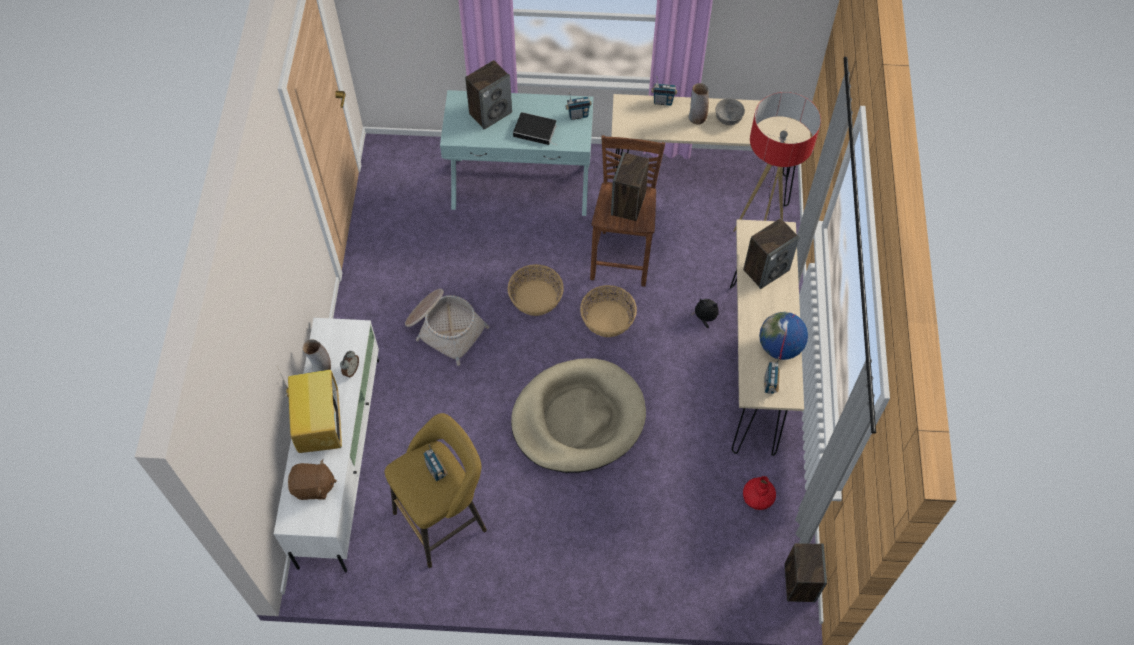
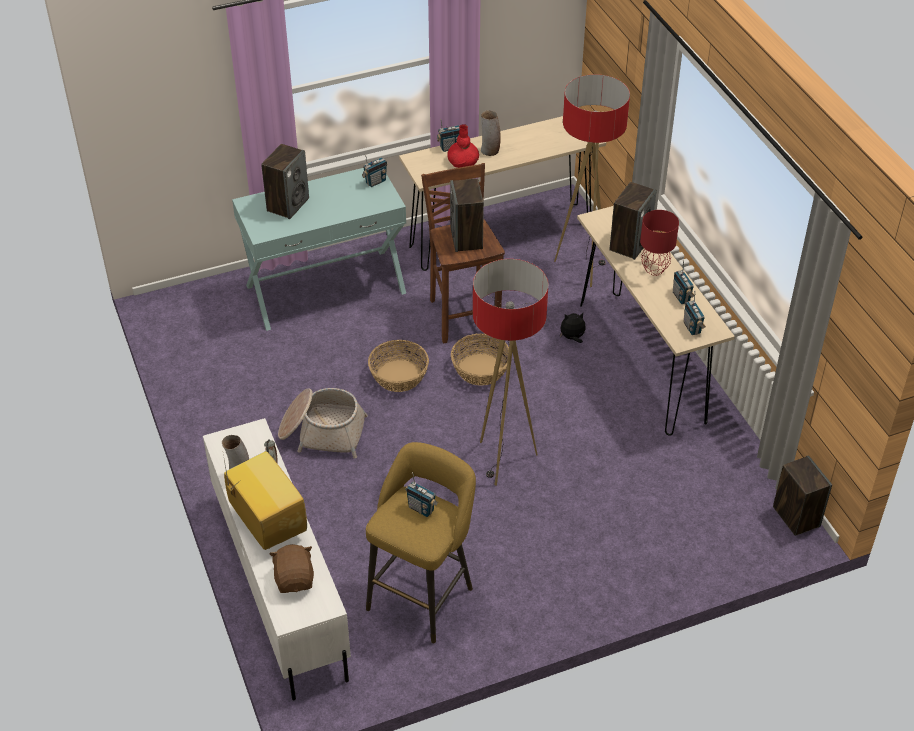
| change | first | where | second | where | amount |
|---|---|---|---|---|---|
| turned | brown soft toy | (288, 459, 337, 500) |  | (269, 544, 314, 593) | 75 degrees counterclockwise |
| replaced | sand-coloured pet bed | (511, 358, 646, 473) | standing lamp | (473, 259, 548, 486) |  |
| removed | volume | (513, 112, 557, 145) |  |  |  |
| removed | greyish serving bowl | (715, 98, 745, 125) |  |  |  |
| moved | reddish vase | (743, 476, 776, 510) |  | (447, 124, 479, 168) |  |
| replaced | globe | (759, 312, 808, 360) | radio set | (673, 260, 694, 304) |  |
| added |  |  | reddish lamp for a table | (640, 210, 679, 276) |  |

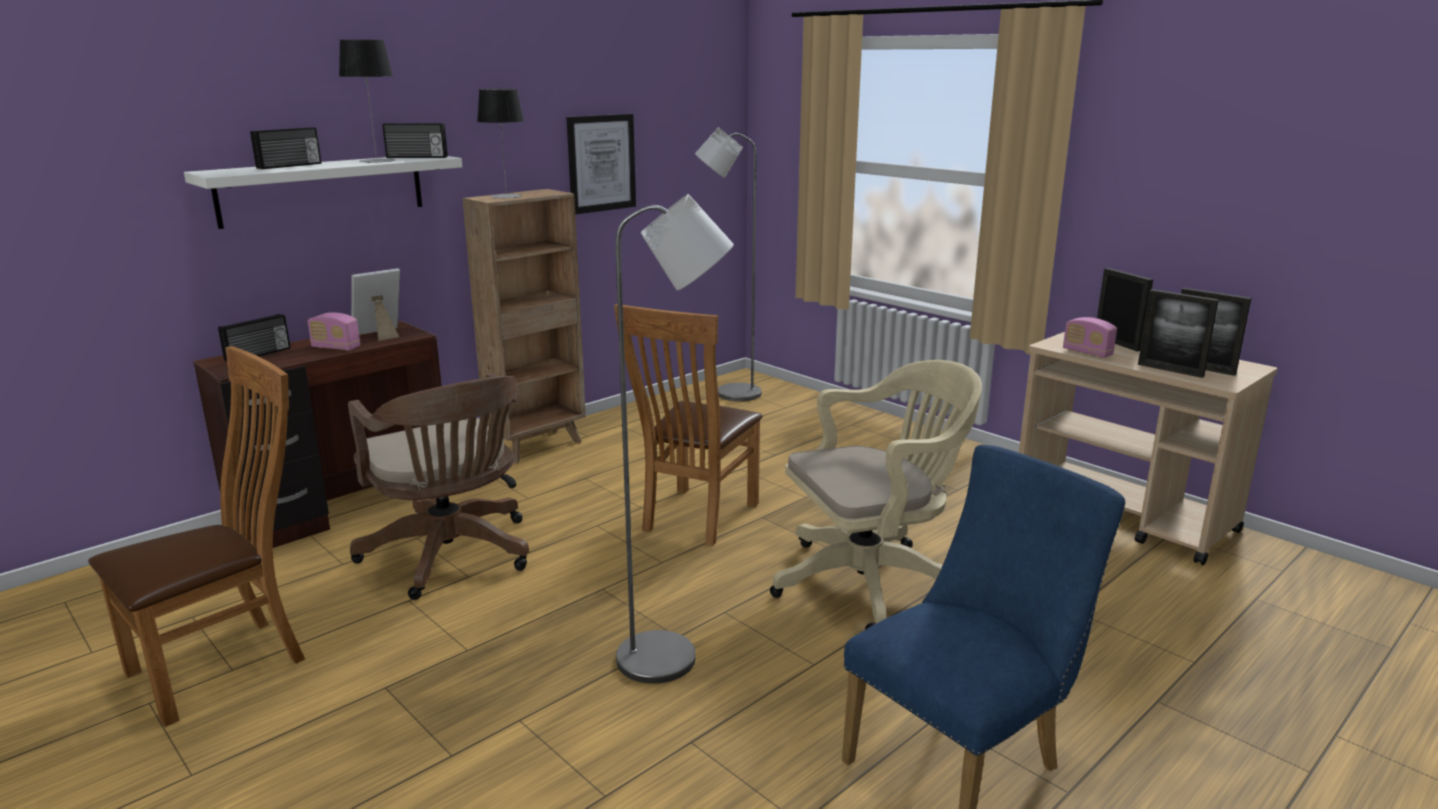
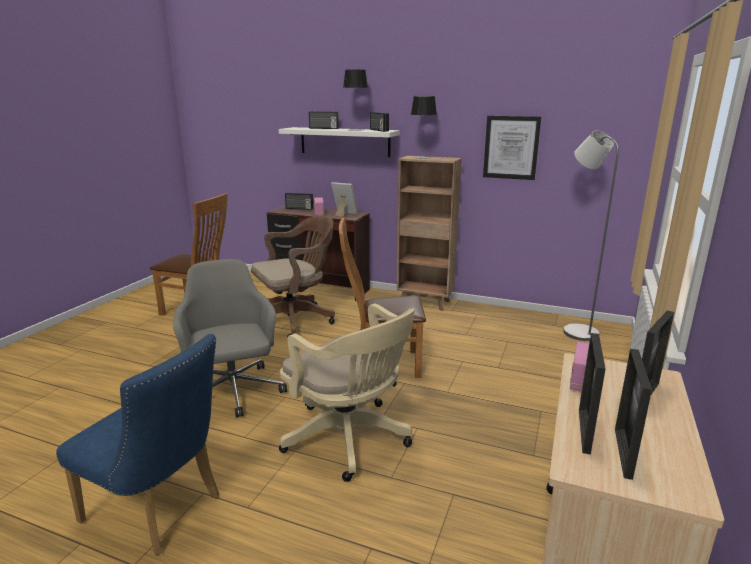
| change | first | where | second | where | amount |
|---|---|---|---|---|---|
| turned | brown computer chair | (348, 373, 529, 600) |  | (251, 216, 335, 338) | 150 degrees counterclockwise |
| replaced | greyish standing lamp | (616, 194, 734, 684) | greyish computer chair | (173, 259, 287, 418) |  |

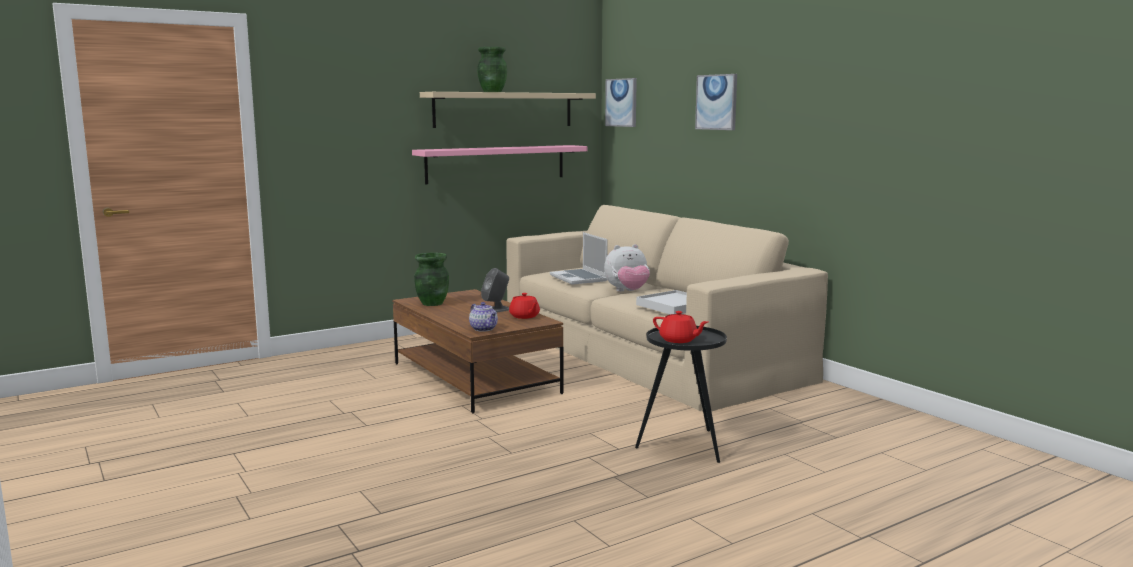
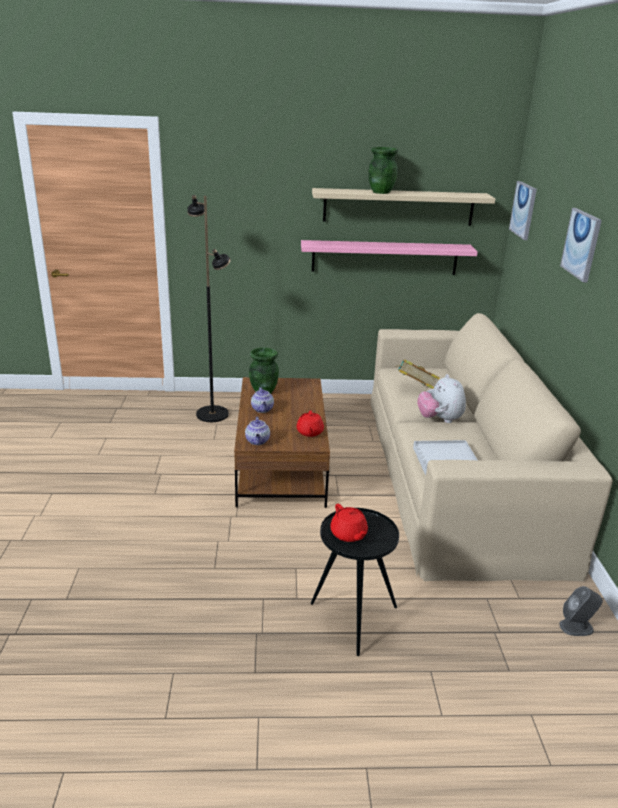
| change | first | where | second | where | amount |
|---|---|---|---|---|---|
| moved | greyish audio speaker | (481, 268, 509, 312) |  | (559, 586, 603, 636) |  |
| replaced | portable computer | (550, 232, 608, 285) | volume | (396, 359, 440, 389) |  |
| turned | soft toy | (604, 244, 650, 292) |  | (417, 374, 466, 423) | 60 degrees clockwise |
| added |  |  | black standing lamp | (188, 195, 231, 422) |  |
| added |  |  | tea pot | (251, 387, 274, 413) |  |

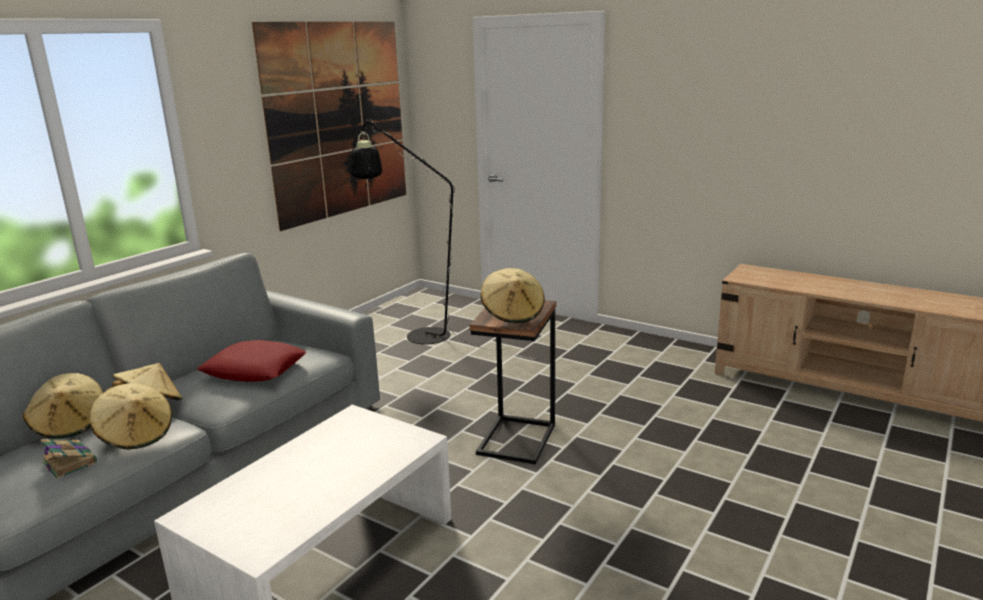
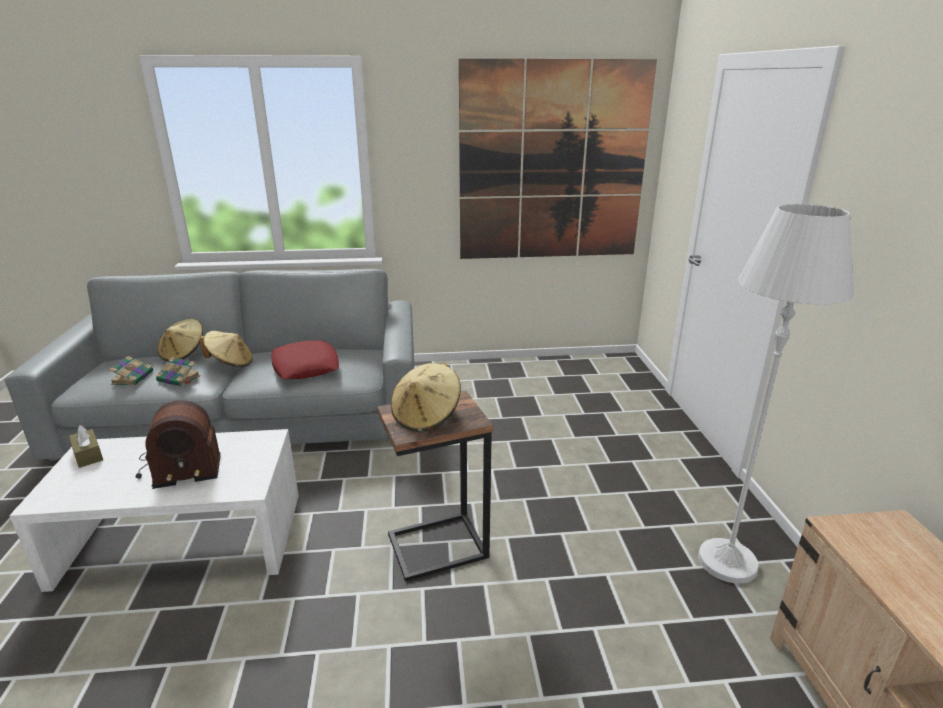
| change | first | where | second | where | amount |
|---|---|---|---|---|---|
| replaced | sand-coloured clothing hat | (90, 383, 172, 449) | volume | (156, 357, 201, 387) |  |
| removed | black standing lamp | (350, 119, 534, 359) |  |  |  |
| added |  |  | brown tissue box | (69, 425, 103, 468) |  |
| added |  |  | radio set | (136, 400, 221, 489) |  |
| added |  |  | whitish standing lamp | (698, 204, 854, 583) |  |

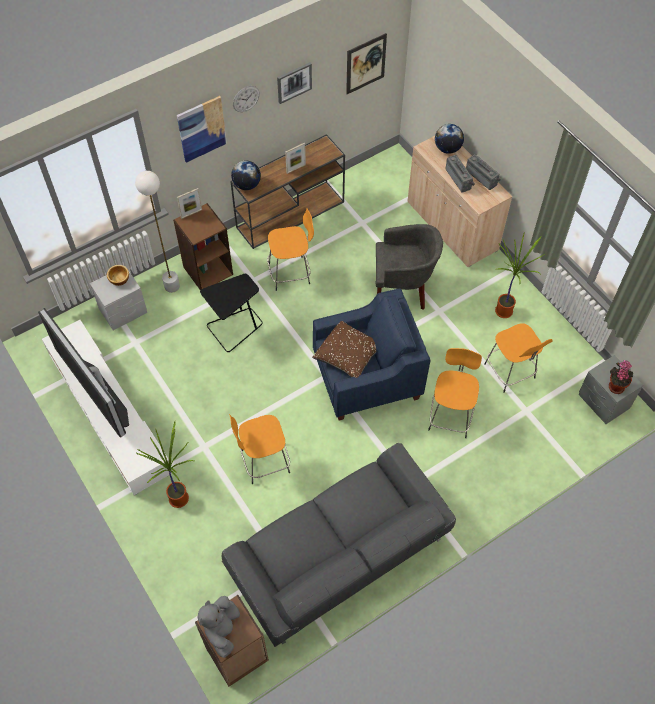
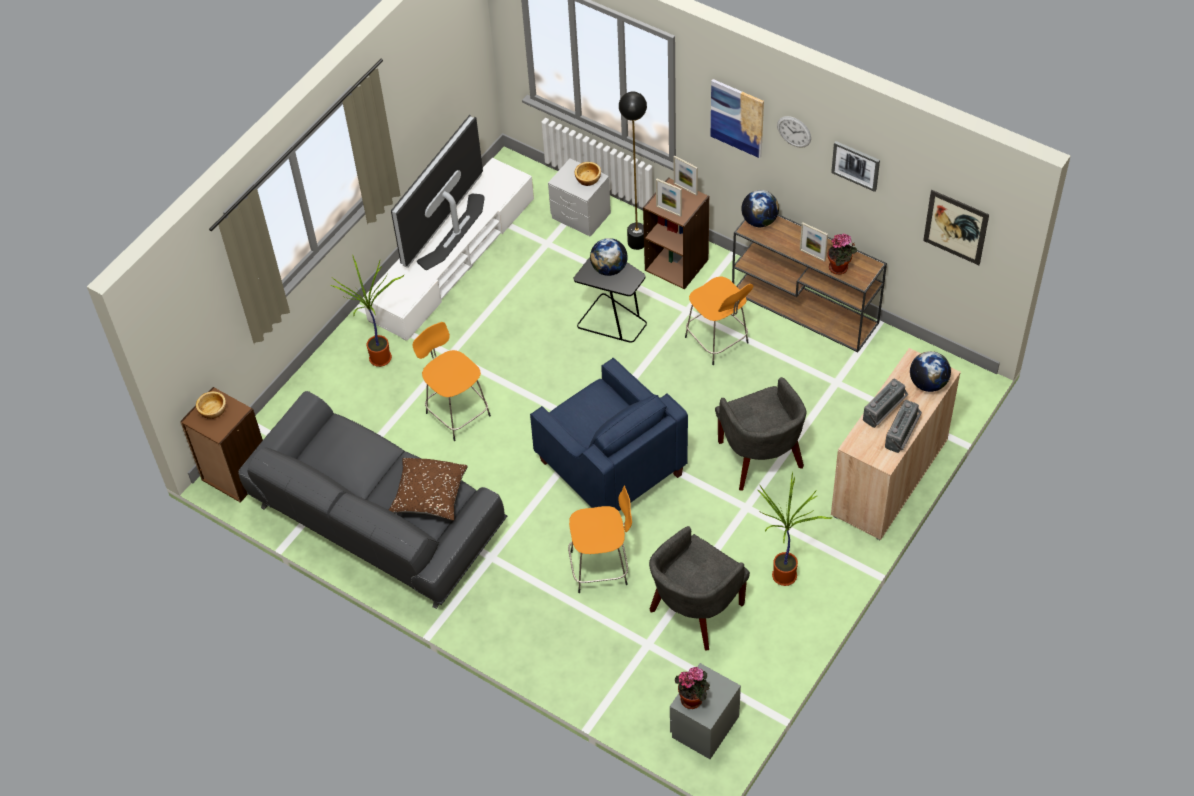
| change | first | where | second | where | amount |
|---|---|---|---|---|---|
| recoloured | whitish standing lamp | (135, 171, 180, 293) | black standing lamp | (619, 92, 647, 250) |  |
| replaced | greyish soft toy | (197, 596, 240, 658) | serving bowl | (196, 391, 226, 419) |  |
| moved | brown cushion | (312, 321, 376, 378) |  | (389, 458, 467, 521) |  |
| replaced | orange-coloured sitting stool | (484, 323, 553, 393) | greyish armchair | (649, 526, 750, 650) |  |
| added |  |  | globe | (590, 238, 628, 276) |  |
| added |  |  | picture frame | (656, 179, 682, 217) |  |
| added |  |  | plant in a pot | (828, 234, 857, 274) |  |

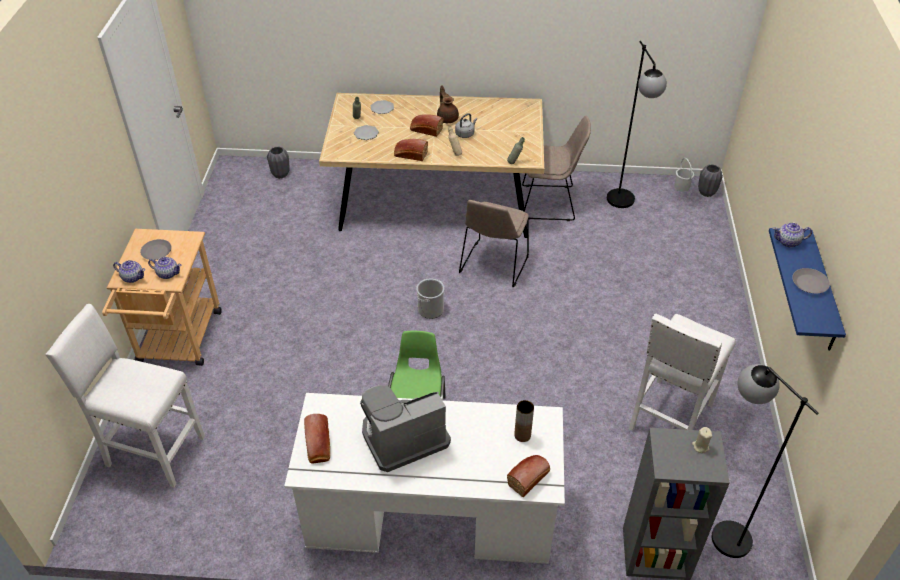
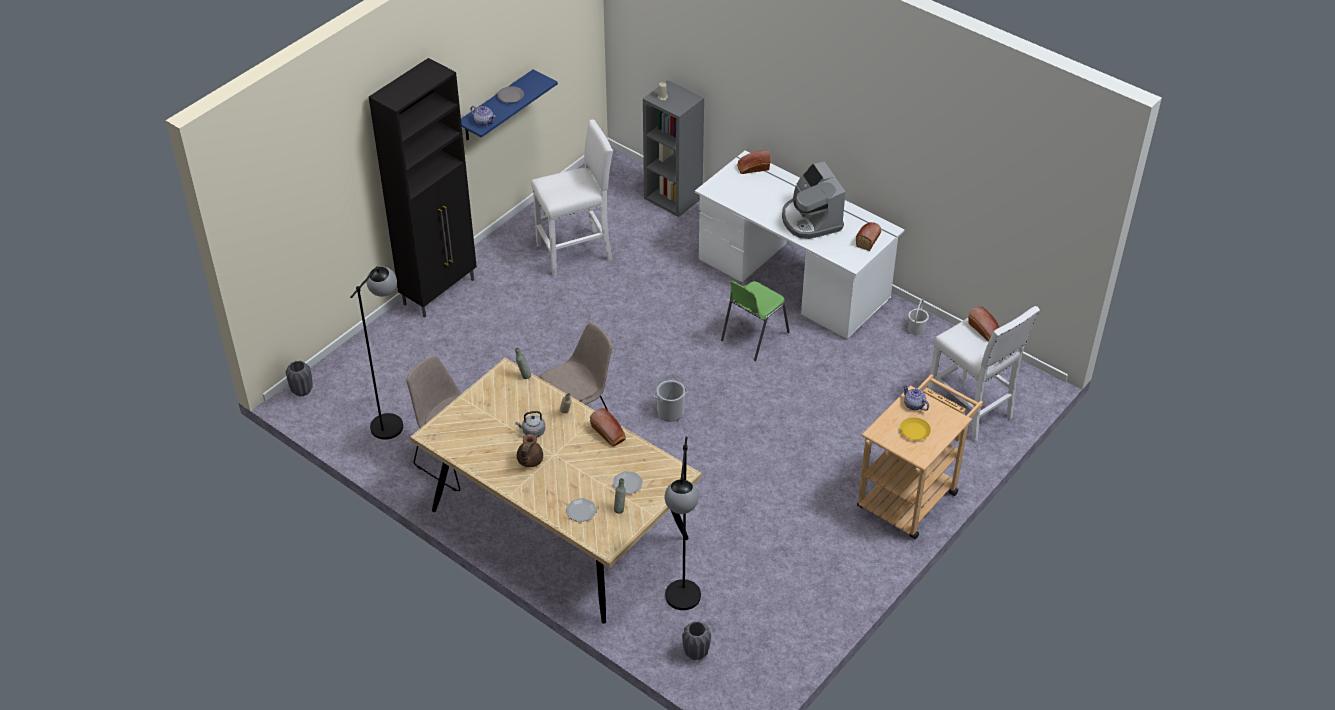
| change | first | where | second | where | amount |
|---|---|---|---|---|---|
| removed | tea pot | (113, 260, 145, 283) |  |  |  |
| recoloured | greyish dinner plate | (140, 239, 172, 260) | yellowish dinner plate | (900, 417, 931, 440) |  |
| turned | coffee maker | (360, 385, 451, 472) |  | (782, 161, 845, 239) | 60 degrees clockwise |
| moved | bread | (410, 114, 443, 137) |  | (968, 306, 1000, 342) |  |
| removed | brown vase | (514, 400, 534, 442) |  |  |  |
| moved | whitish pail | (674, 158, 694, 192) |  | (908, 299, 929, 335) |  |
| moved | black standing lamp | (712, 364, 819, 558) |  | (665, 436, 701, 610) |  |
| added |  |  | black cupboard | (369, 58, 477, 318) |  |

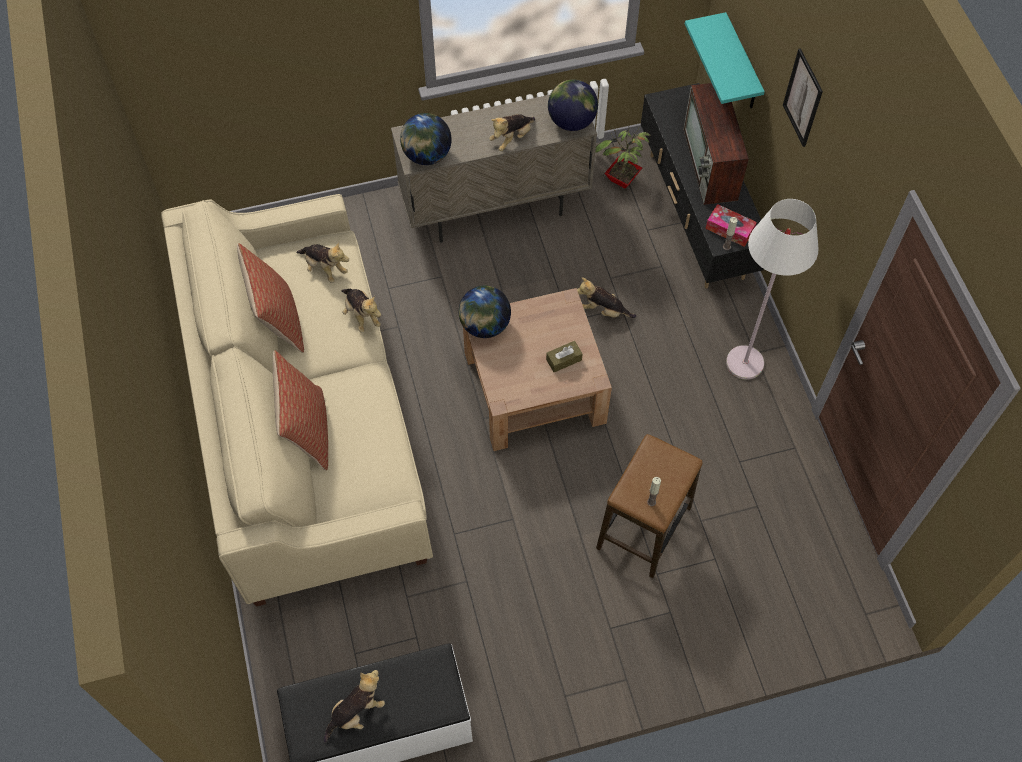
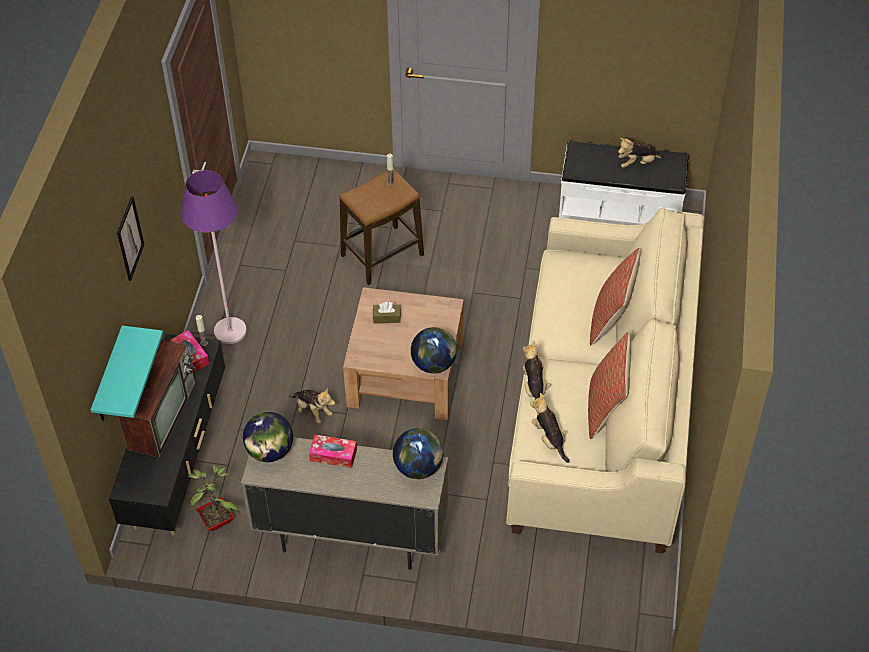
| change | first | where | second | where | amount |
|---|---|---|---|---|---|
| replaced | soft toy | (489, 114, 535, 151) | tissue box | (309, 434, 357, 468) |  |
| recoloured | whitish standing lamp | (726, 199, 818, 380) | purple standing lamp | (181, 170, 247, 344) |  |

